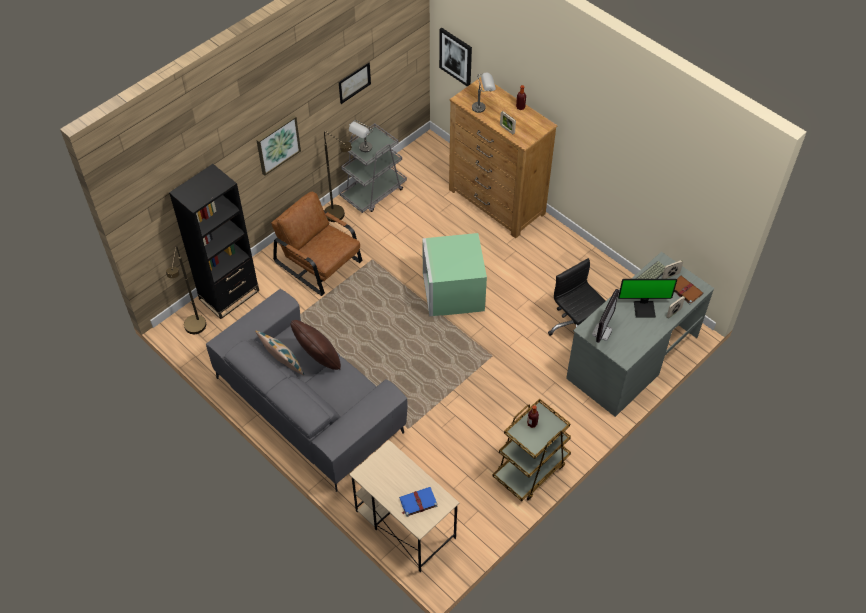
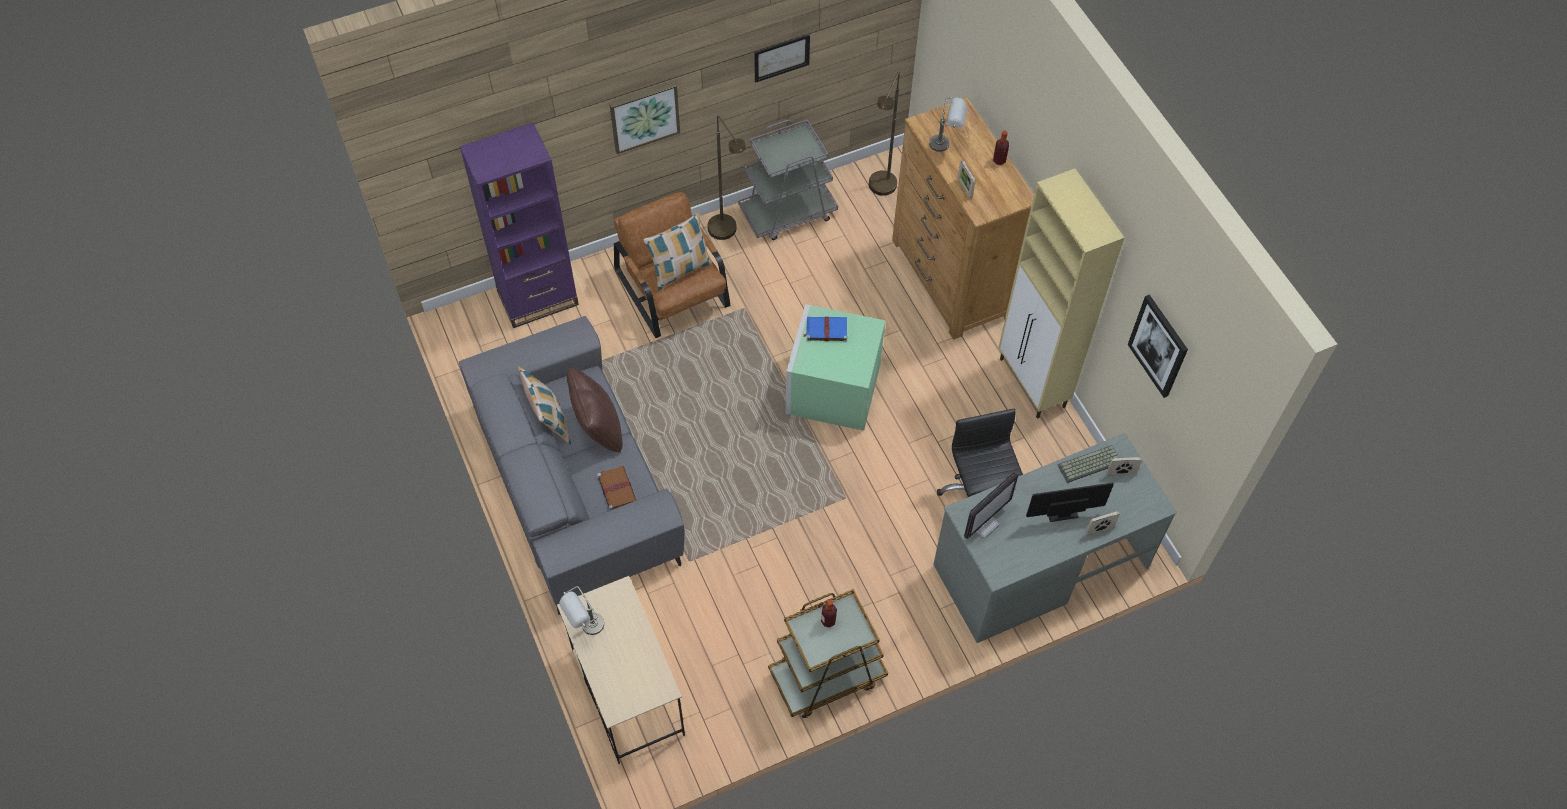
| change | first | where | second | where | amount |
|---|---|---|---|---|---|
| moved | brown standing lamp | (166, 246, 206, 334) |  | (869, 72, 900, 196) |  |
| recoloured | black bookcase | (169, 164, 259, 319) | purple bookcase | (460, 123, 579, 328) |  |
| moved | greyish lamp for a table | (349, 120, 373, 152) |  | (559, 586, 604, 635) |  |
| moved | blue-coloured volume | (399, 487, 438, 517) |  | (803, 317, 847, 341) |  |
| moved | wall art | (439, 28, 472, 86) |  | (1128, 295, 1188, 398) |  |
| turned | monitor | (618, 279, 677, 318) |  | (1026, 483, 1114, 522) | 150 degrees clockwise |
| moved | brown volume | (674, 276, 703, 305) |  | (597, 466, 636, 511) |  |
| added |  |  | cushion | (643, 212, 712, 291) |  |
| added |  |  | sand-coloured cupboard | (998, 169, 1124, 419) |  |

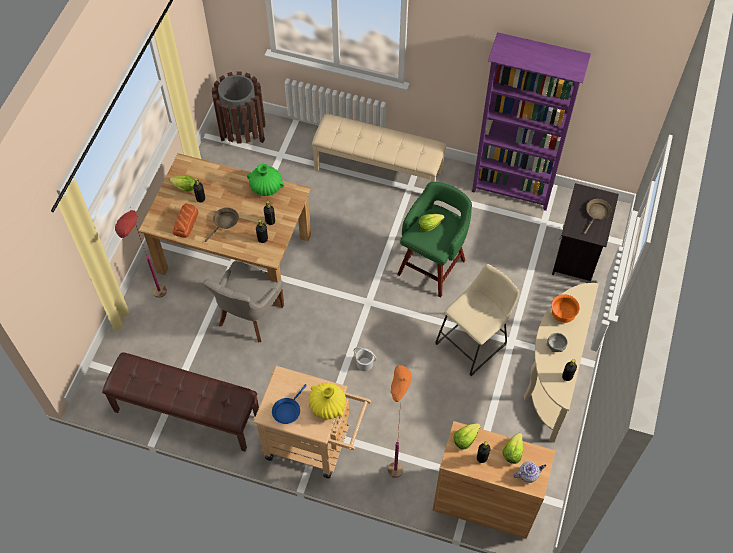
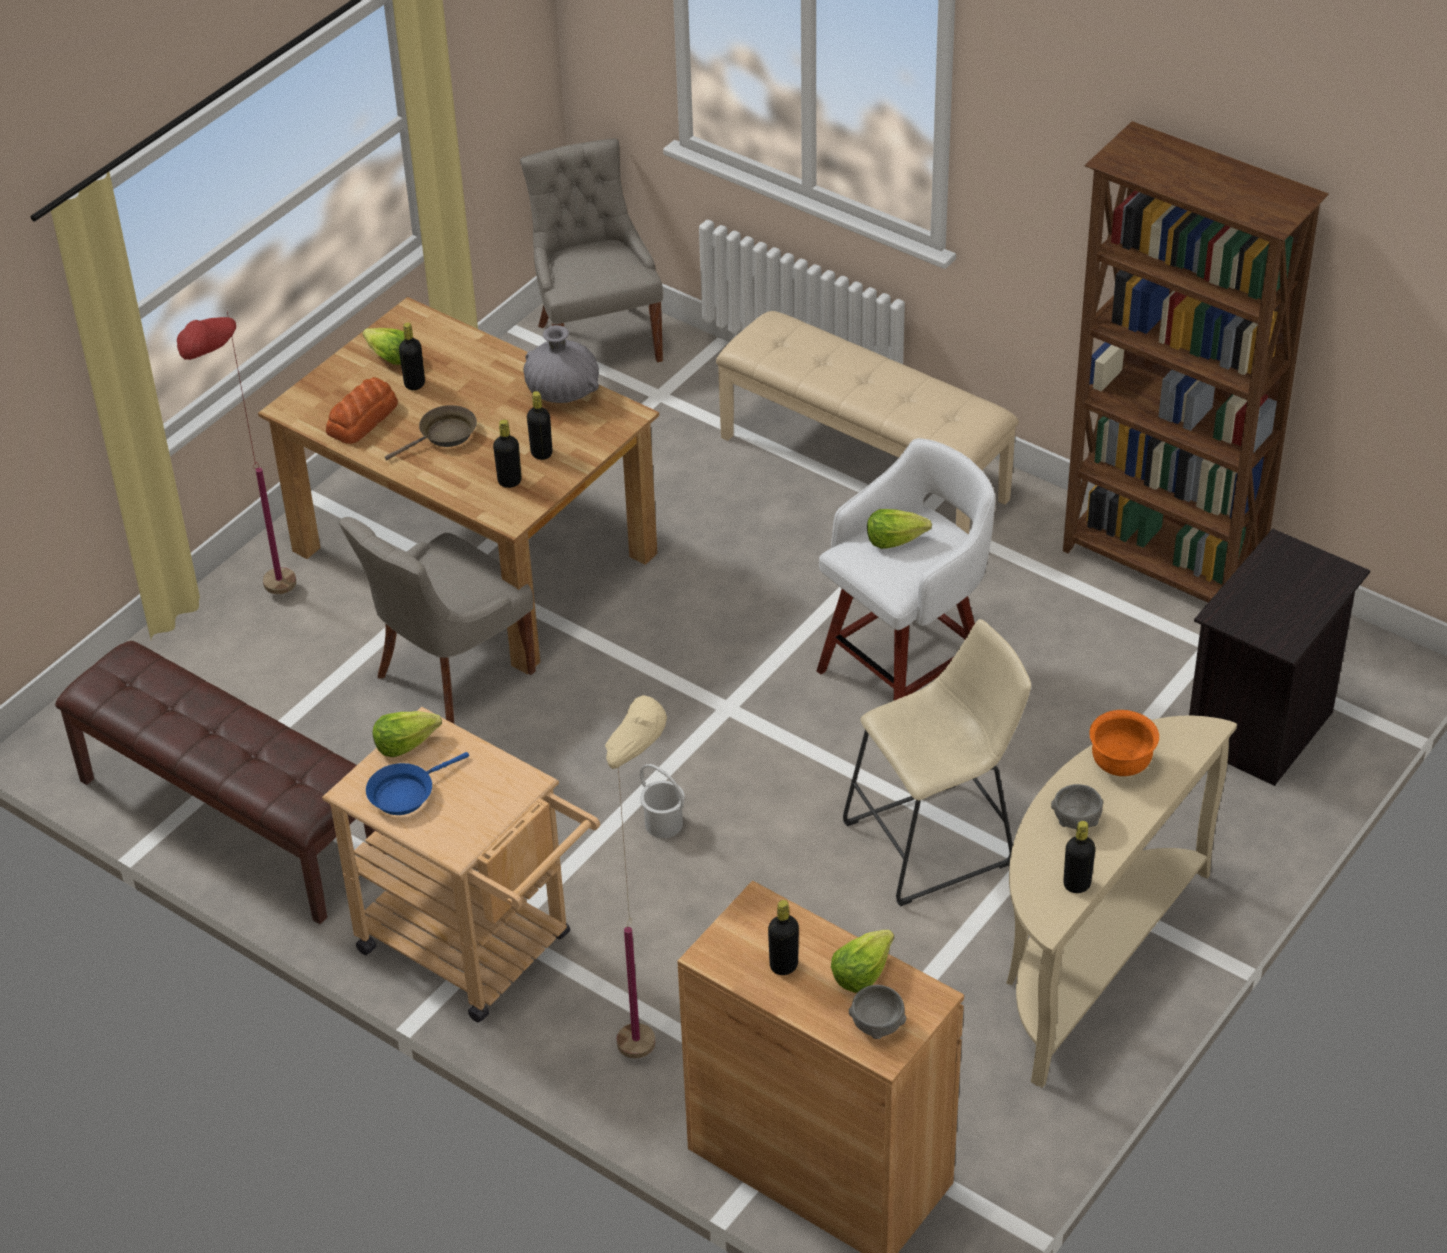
| change | first | where | second | where | amount |
|---|---|---|---|---|---|
| replaced | brown trash can | (212, 71, 265, 144) | greyish plain chair | (520, 139, 663, 362) |  |
| recoloured | green vase | (247, 164, 284, 196) | greyish vase | (523, 325, 599, 403) |  |
| removed | yellowish vase | (309, 383, 346, 419) |  |  |  |
| recoloured | orange-coloured standing lamp | (388, 365, 412, 478) | sand-coloured standing lamp | (605, 695, 667, 1059) |  |
| recoloured | green sitting stool | (397, 182, 472, 298) | whitish sitting stool | (817, 438, 995, 701) |  |
| moved | head of lettuce | (453, 423, 481, 450) |  | (373, 711, 442, 757) |  |
| recoloured | purple bookcase | (472, 32, 591, 211) | brown bookcase | (1063, 121, 1329, 602) |  |
| replaced | tea pot | (513, 462, 546, 483) | greyish serving bowl | (849, 985, 906, 1039) |  |
| removed | brown frying pan | (584, 199, 611, 234) |  |  |  |

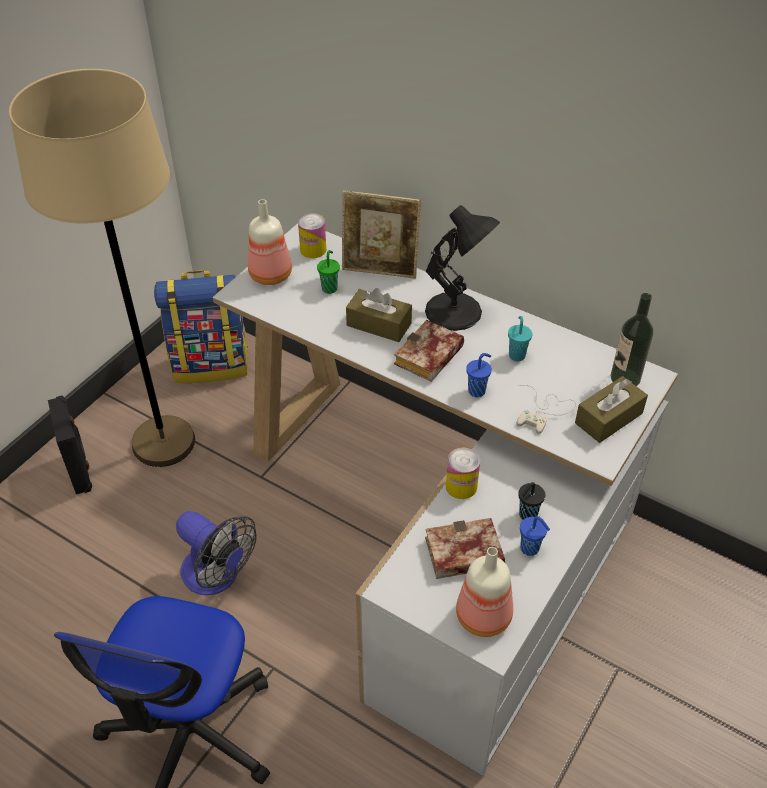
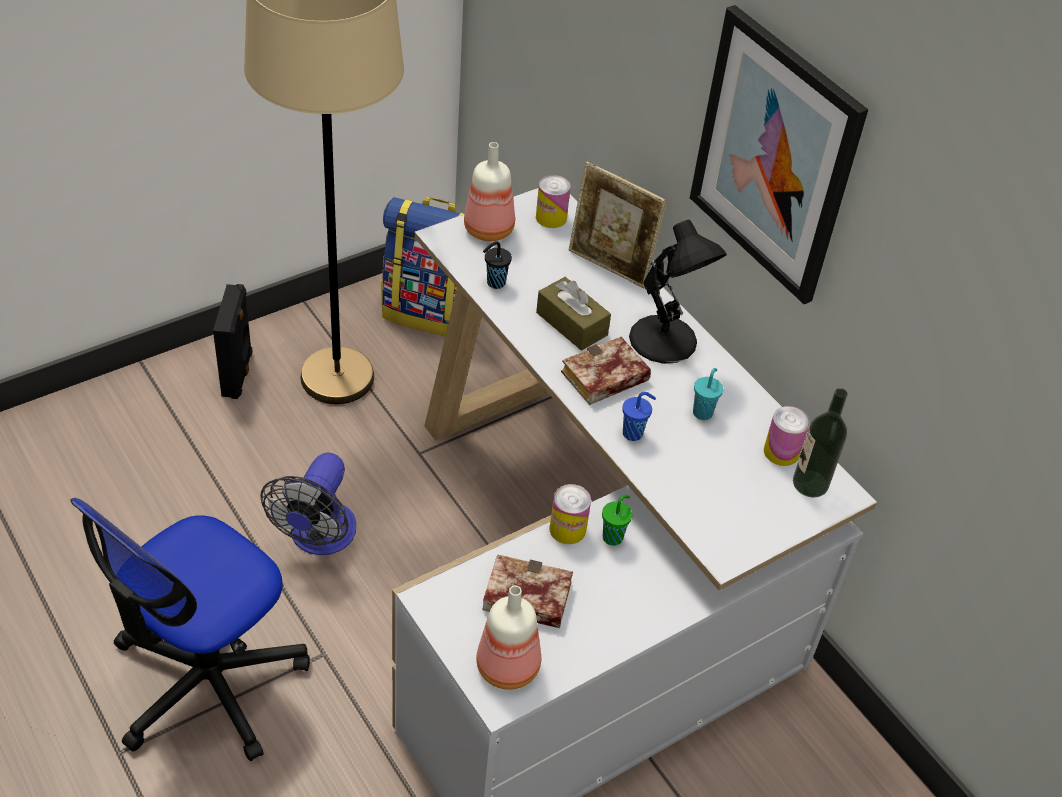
| change | first | where | second | where | amount |
|---|---|---|---|---|---|
| turned | fan | (176, 511, 257, 595) |  | (261, 452, 356, 555) | 45 degrees clockwise |
| moved | green small cup | (317, 250, 340, 294) |  | (602, 495, 632, 546) |  |
| removed | whitish game controller | (517, 385, 576, 434) |  |  |  |
| moved | black small cup | (518, 482, 545, 520) |  | (483, 241, 512, 289) |  |
| removed | blue-coloured small cup | (520, 516, 550, 556) |  |  |  |
| removed | brown tissue box | (575, 376, 648, 443) |  |  |  |
| added |  |  | wall art | (690, 5, 868, 304) |  |
| added |  |  | can | (764, 406, 810, 466) |  |

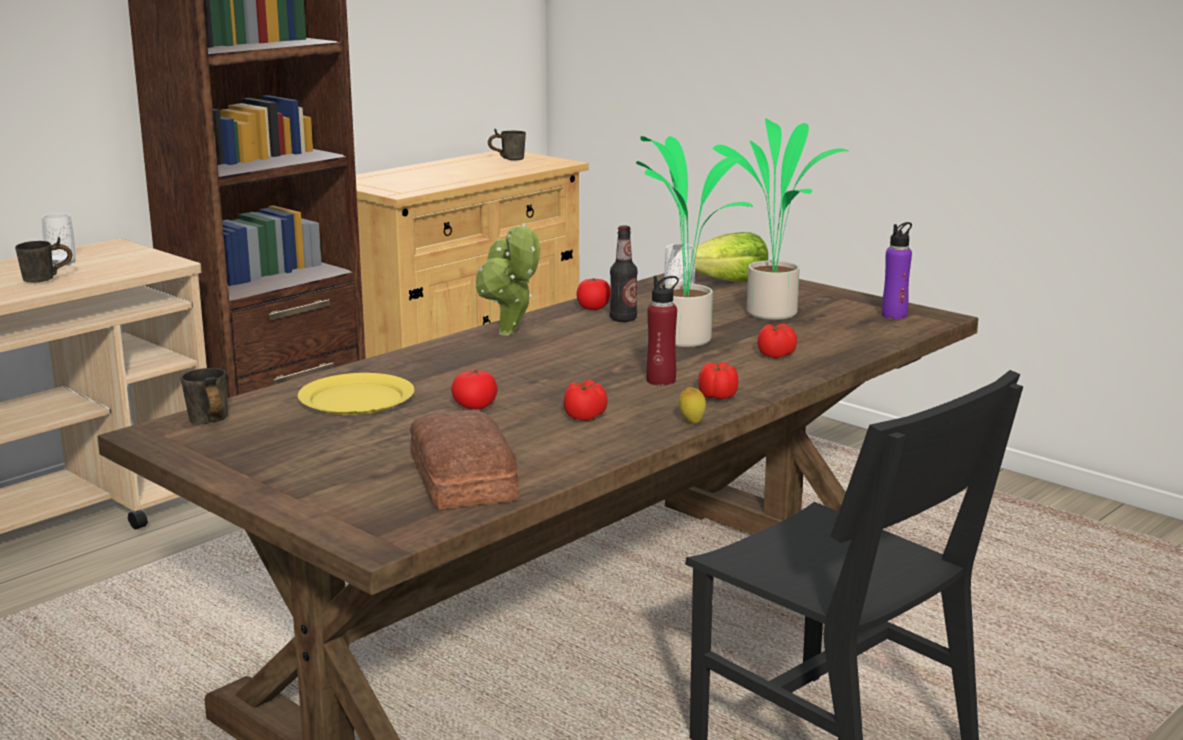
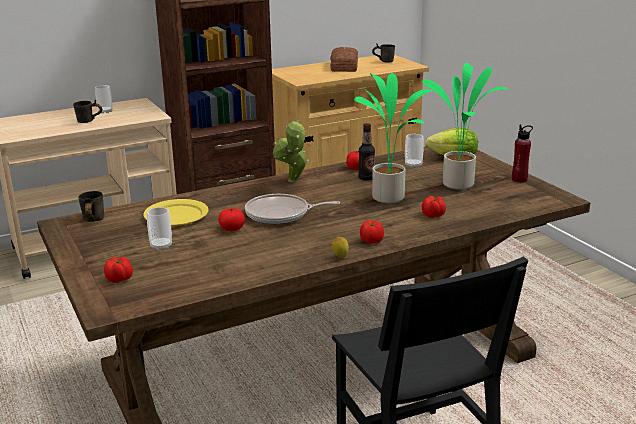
| change | first | where | second | where | amount |
|---|---|---|---|---|---|
| moved | bread | (410, 410, 519, 509) |  | (330, 47, 358, 72) |  |
| moved | fresh tomato | (564, 380, 608, 421) |  | (104, 257, 133, 283) |  |
| moved | reddish drink bottle | (646, 276, 679, 386) |  | (512, 125, 533, 183) |  |
| removed | purple drink bottle | (882, 222, 912, 319) |  |  |  |
| added |  |  | small cup | (147, 207, 172, 251) |  |
| added |  |  | frying pan | (245, 194, 341, 224) |  |

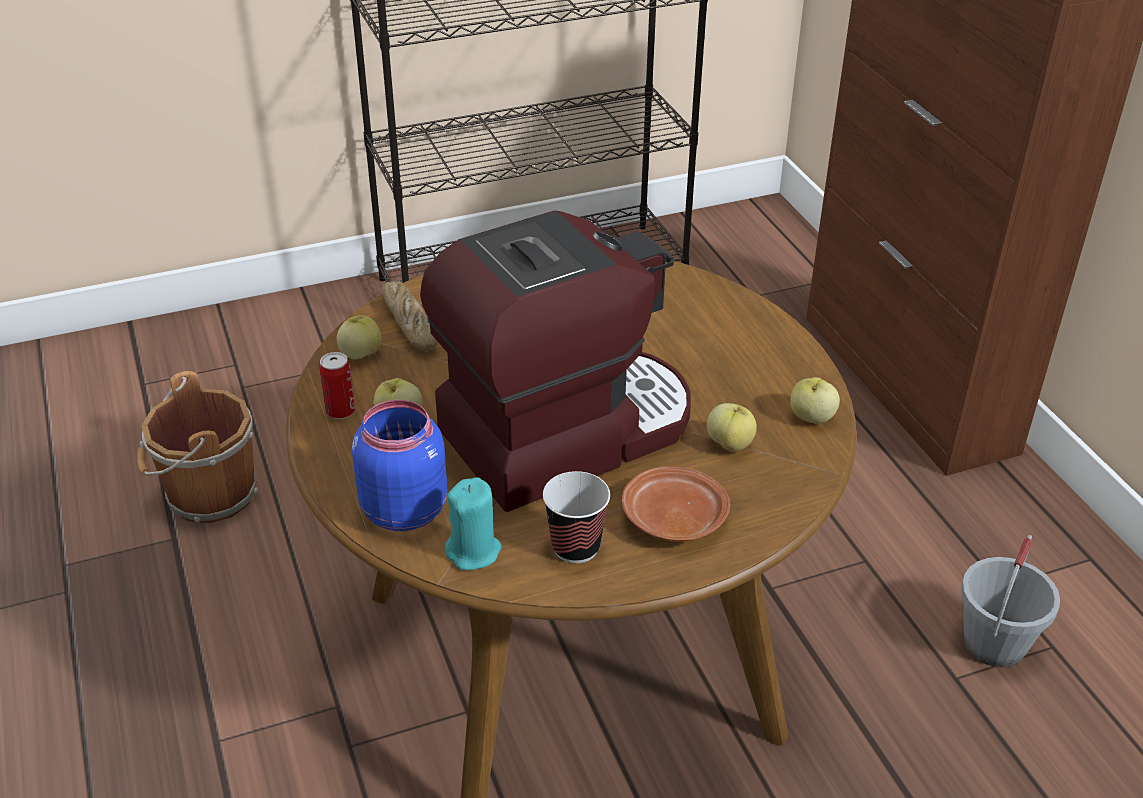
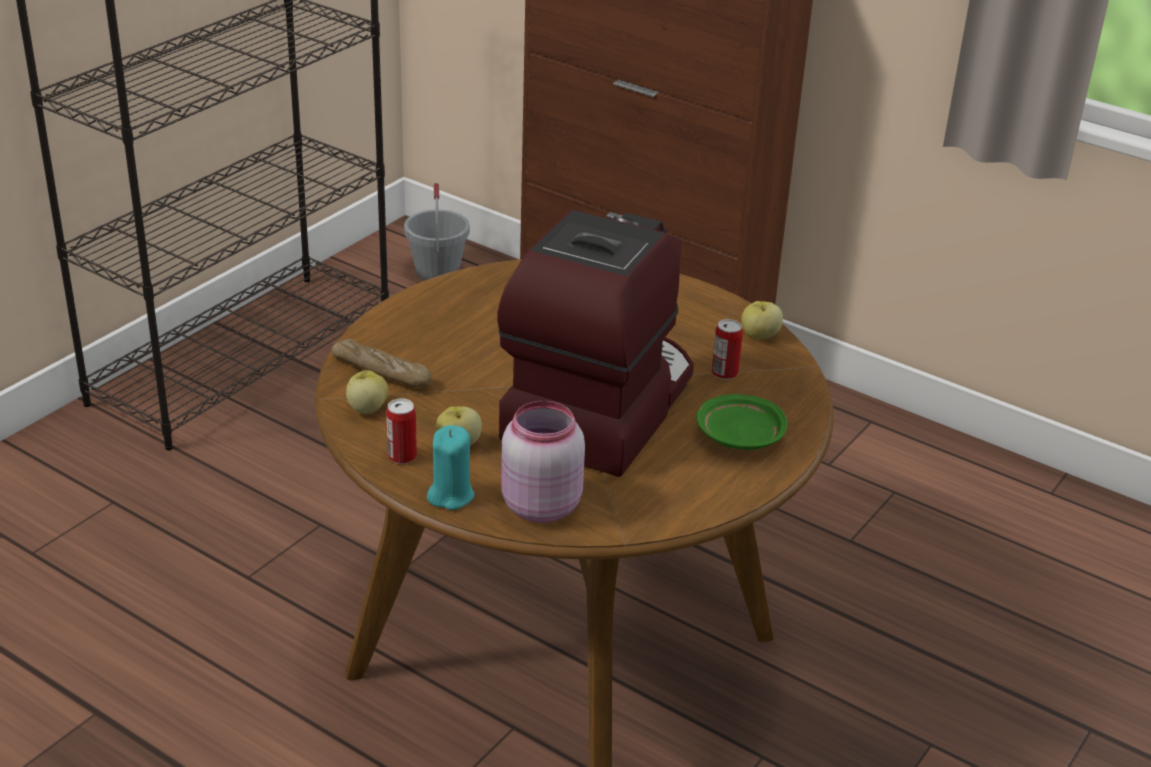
| change | first | where | second | where | amount |
|---|---|---|---|---|---|
| removed | brown pail | (137, 371, 258, 523) |  |  |  |
| recoloured | blue-coloured preserve jar | (352, 400, 447, 532) | pink-coloured preserve jar | (501, 401, 585, 523) |  |
| moved | turquoise-coloured wax candle | (445, 477, 502, 570) |  | (427, 425, 475, 510) |  |
| removed | small cup | (543, 471, 610, 563) |  |  |  |
| recoloured | brown dinner plate | (622, 466, 730, 542) | green dinner plate | (696, 394, 787, 450) |  |
| replaced | apple | (707, 403, 757, 452) | can | (712, 319, 743, 380) |  |
| moved | greyish pail | (961, 535, 1060, 668) |  | (404, 183, 470, 281) |  |

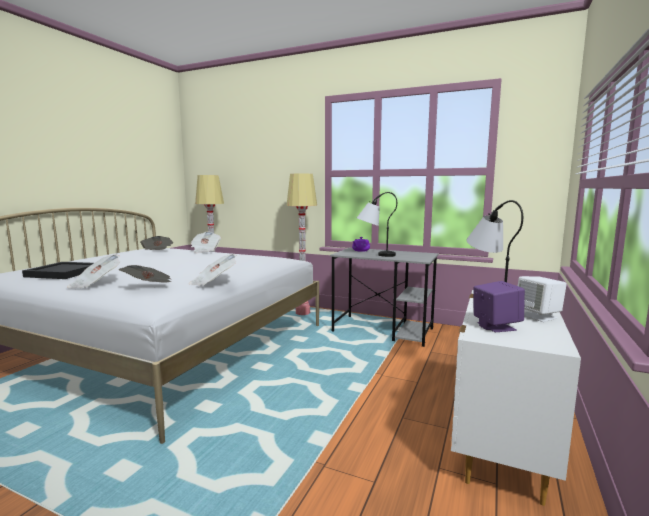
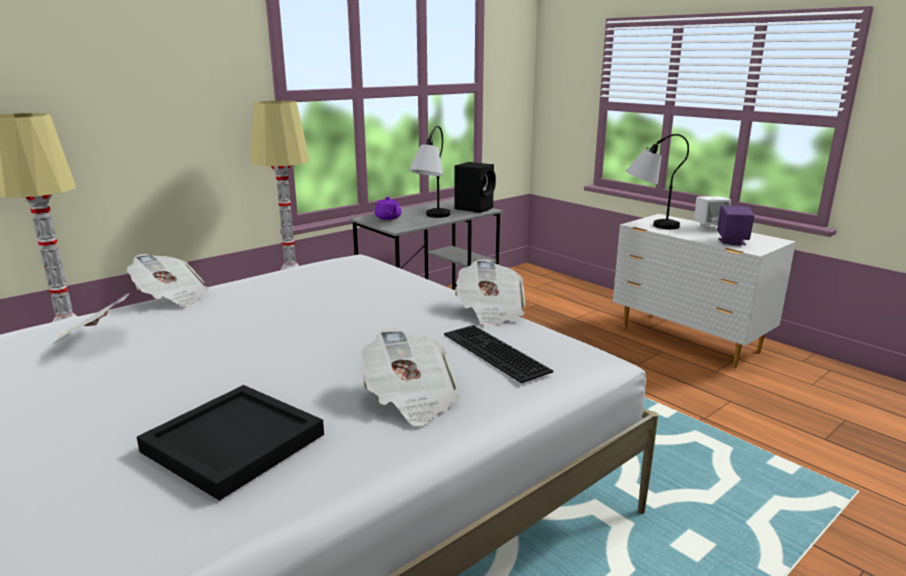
| change | first | where | second | where | amount |
|---|---|---|---|---|---|
| replaced | newspaper | (119, 265, 171, 283) | PC keyboard | (444, 325, 553, 383) |  |
| added |  |  | black audio speaker | (455, 162, 496, 213) |  |

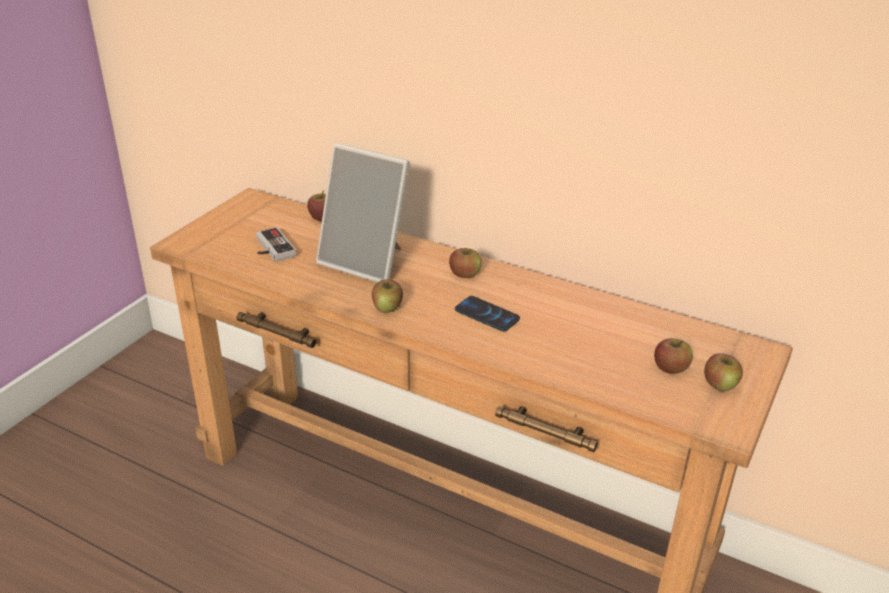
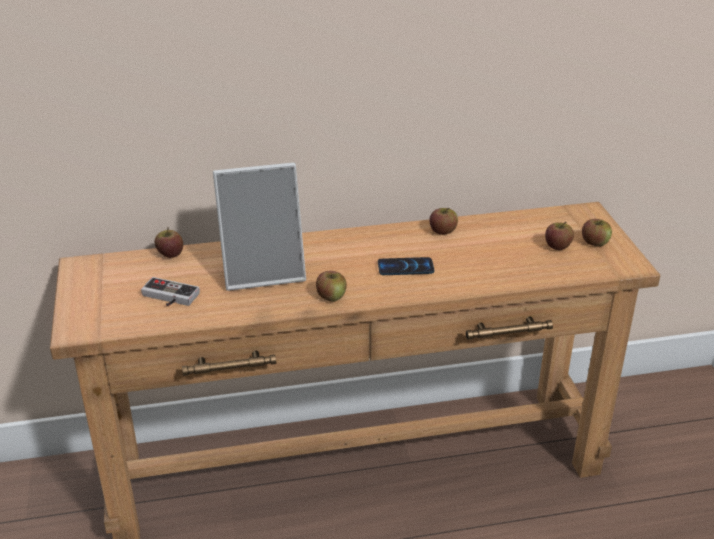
| change | first | where | second | where | amount |
|---|---|---|---|---|---|
| moved | apple | (449, 248, 482, 278) |  | (429, 208, 458, 235) |  |

